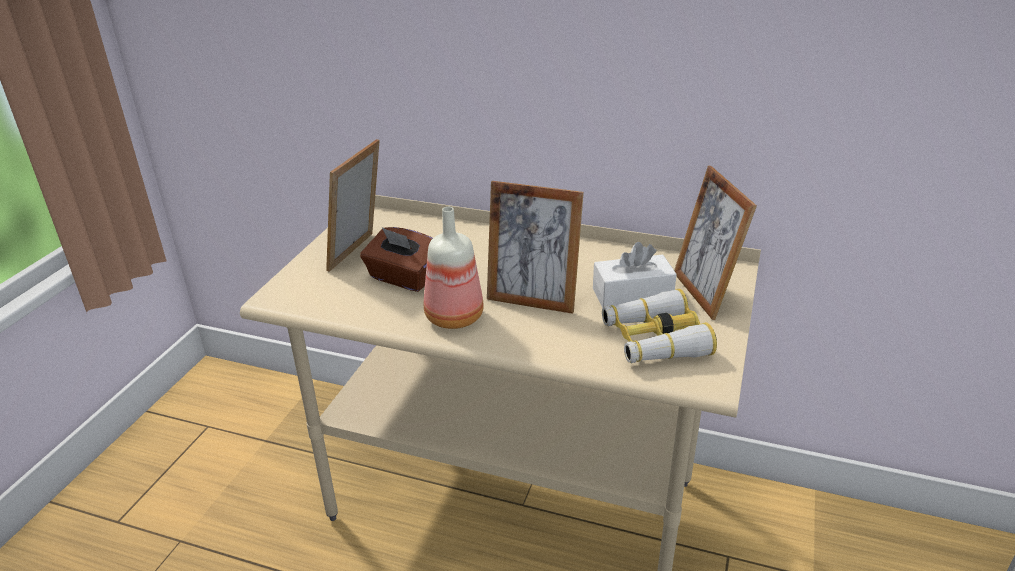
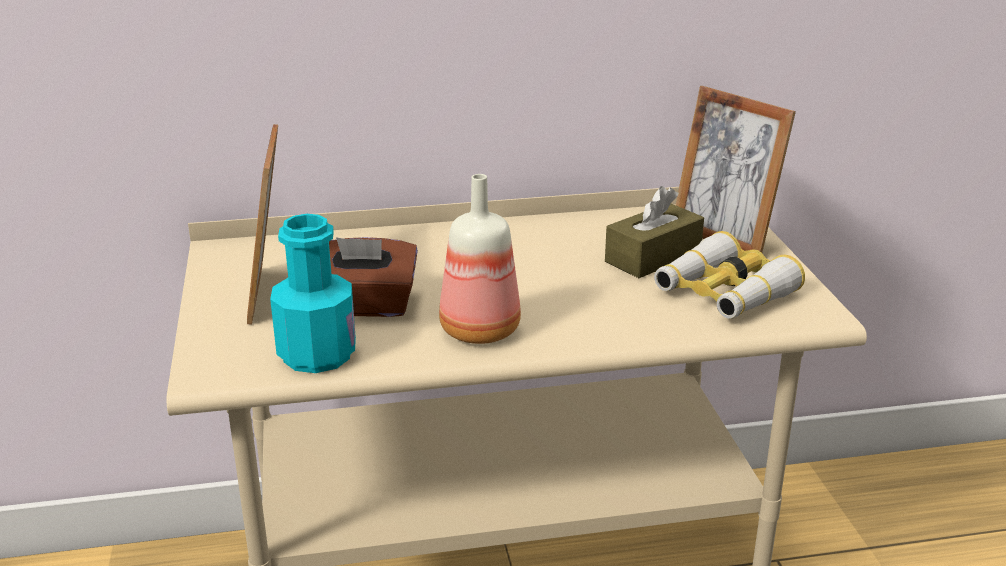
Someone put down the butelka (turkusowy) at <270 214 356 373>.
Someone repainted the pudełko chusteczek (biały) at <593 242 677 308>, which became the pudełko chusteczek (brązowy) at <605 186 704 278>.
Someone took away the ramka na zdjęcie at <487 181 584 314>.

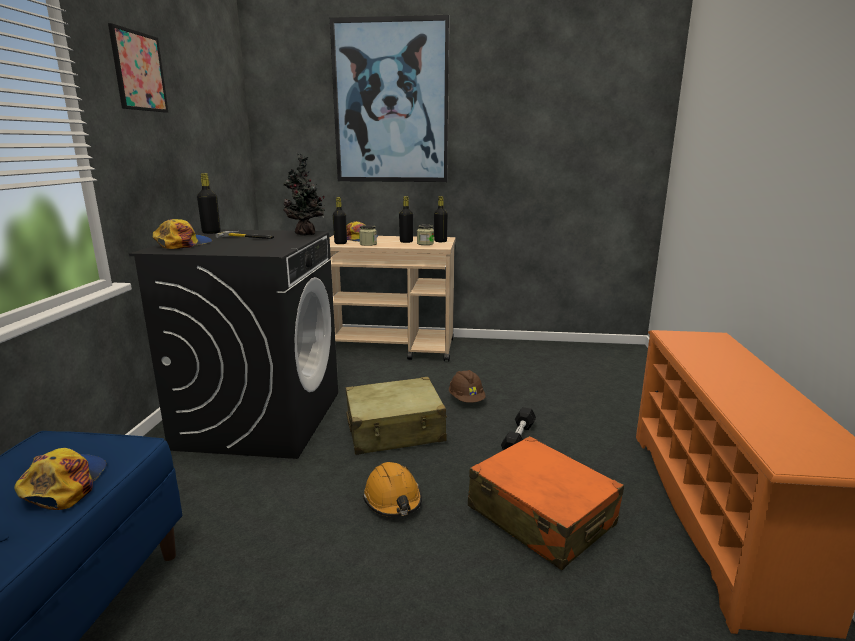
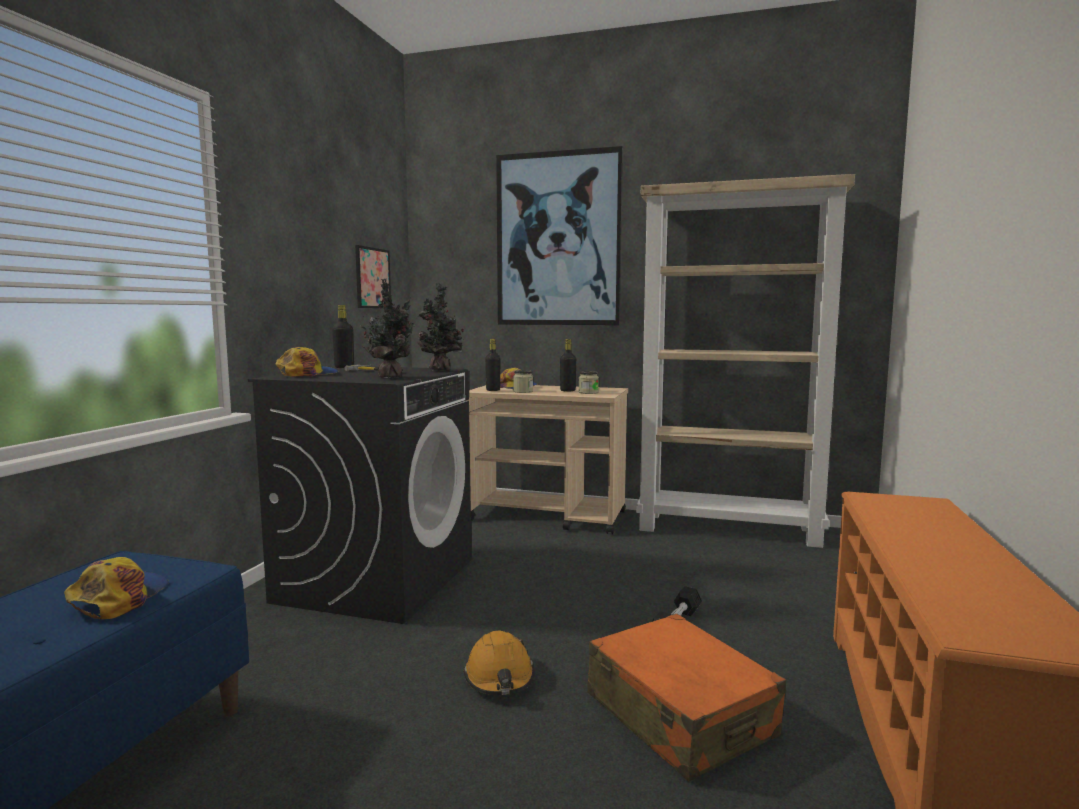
Someone carried the obraz from <108 23 169 113> to <355 245 391 308>.
Someone put down the roślina doniczkowa at <360 279 415 378>.
Someone put down the regał (beżowy) at <636 174 855 548>.
Someone took away the walizka (beżowy) at <346 377 447 455>.
Someone took away the butelka (czarny) at <434 196 448 242>.
Someone took away the kask (brązowy) at <449 370 486 403>.

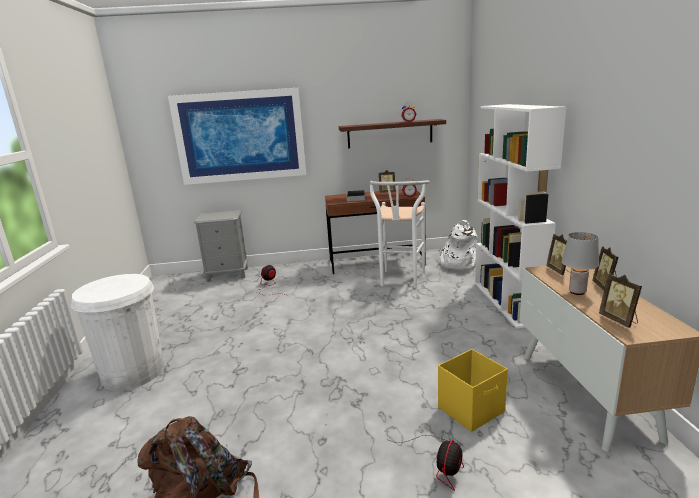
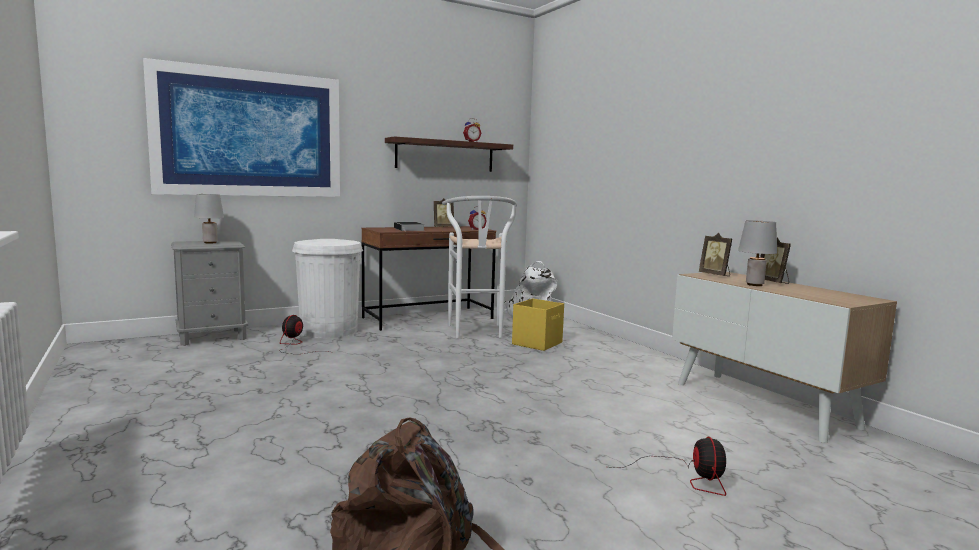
Someone put down the lampa stołowa (szary) at <194 194 224 243>.
Someone carried the kosz na śmieci (biały) from <71 274 164 391> to <292 239 363 338>.
Someone carried the pojemnik do przechowywania (żółty) from <438 349 508 432> to <512 299 564 351>.
Someone took away the regał (biały) at <475 104 566 329>.
Someone took away the ramka na zdjęcie at <599 274 642 328>.

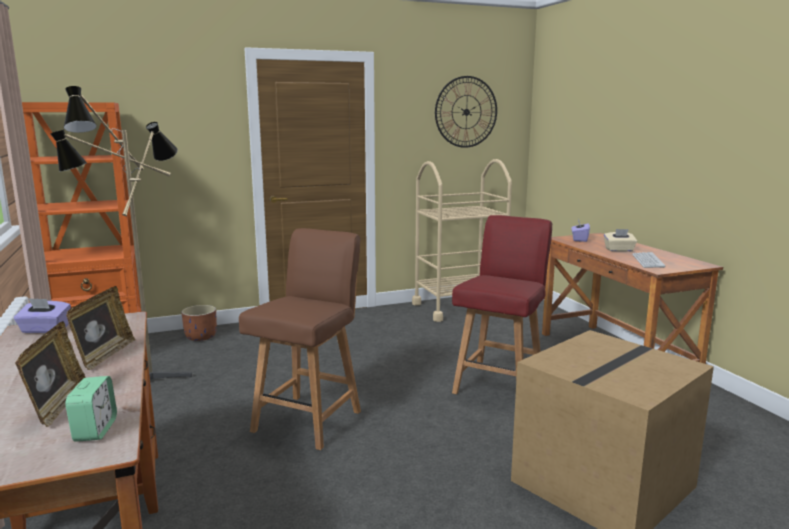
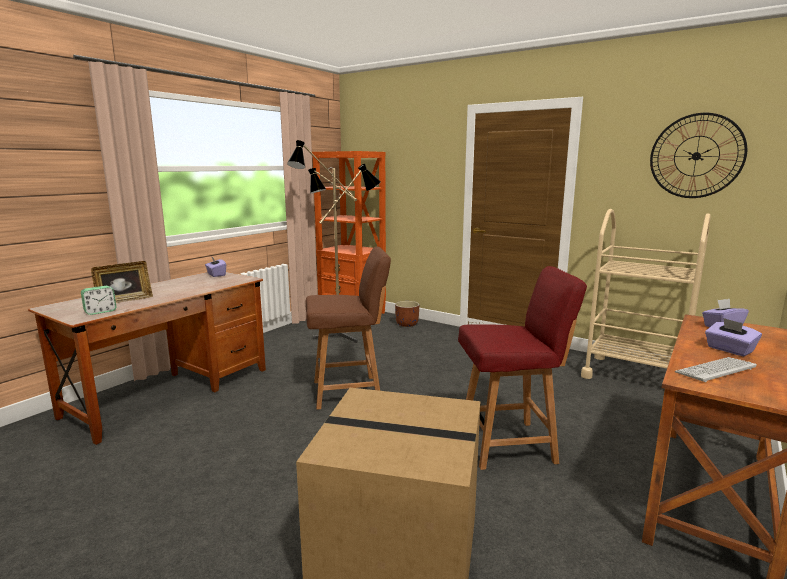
Someone repainted the pudełko chusteczek (beżowy) at <604 229 637 252>, which became the pudełko chusteczek (fioletowy) at <705 318 762 356>.
Someone took away the ramka na zdjęcie at <66 286 135 370>.

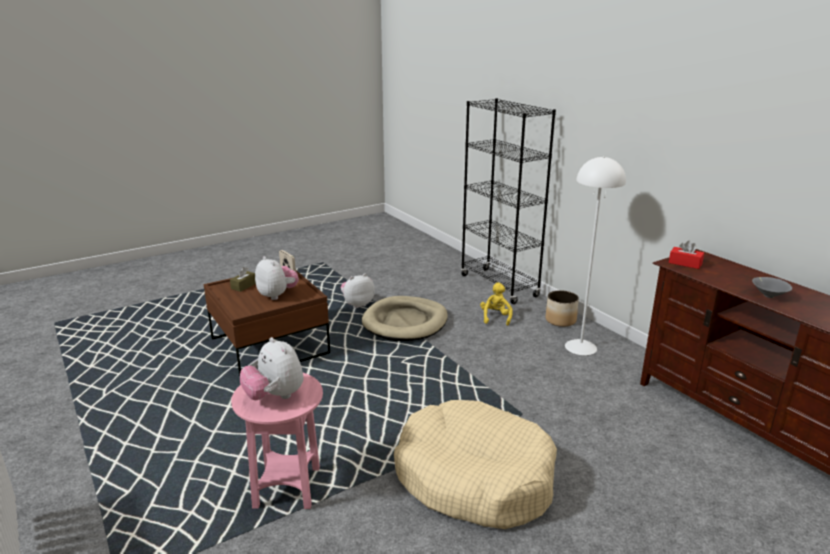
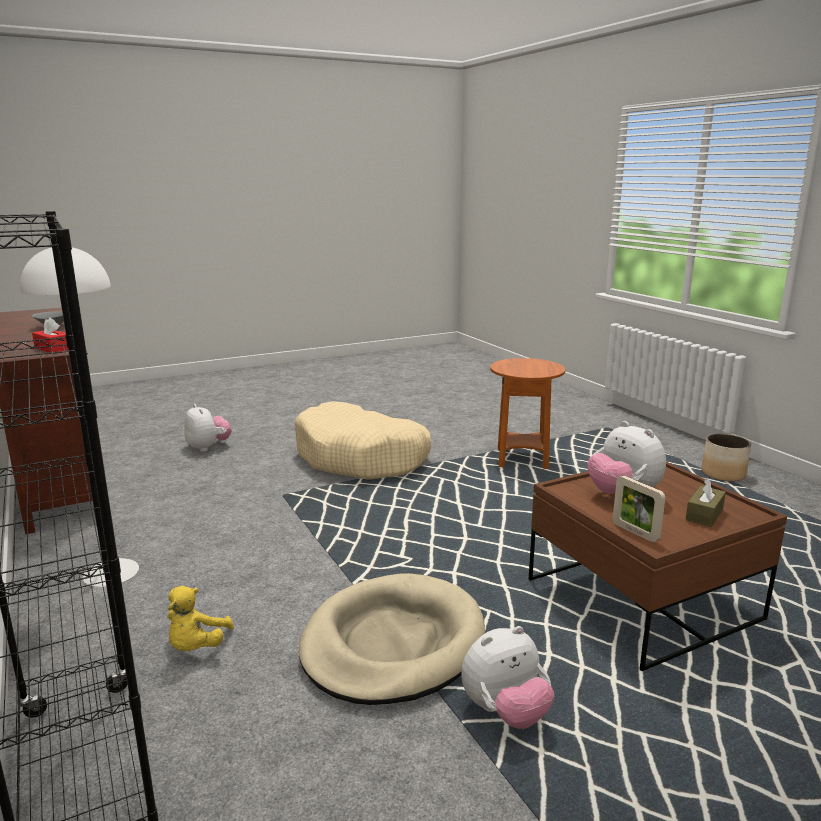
Someone carried the pluszak from <240 337 304 400> to <184 404 232 452>.
Someone repainted the stolik (różowy) at <231 373 323 509>, which became the stolik (brązowy) at <490 358 565 469>.
Someone carried the donica from <546 290 579 327> to <702 434 751 482>.

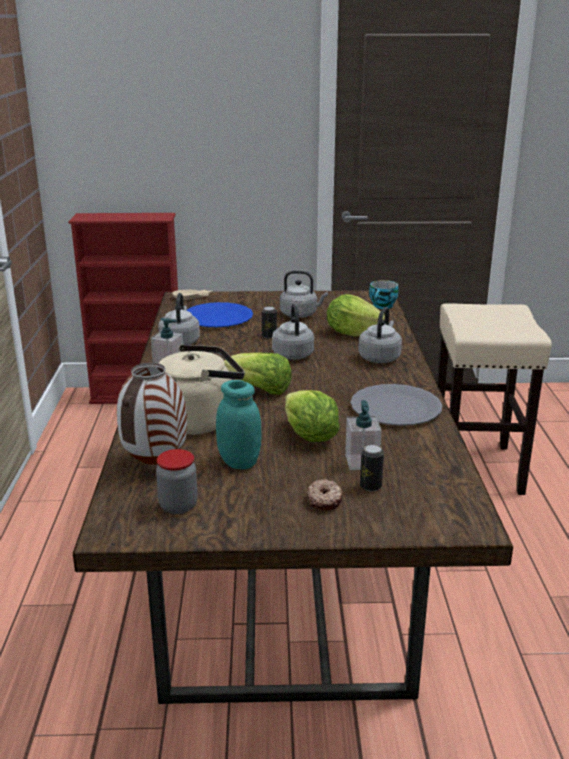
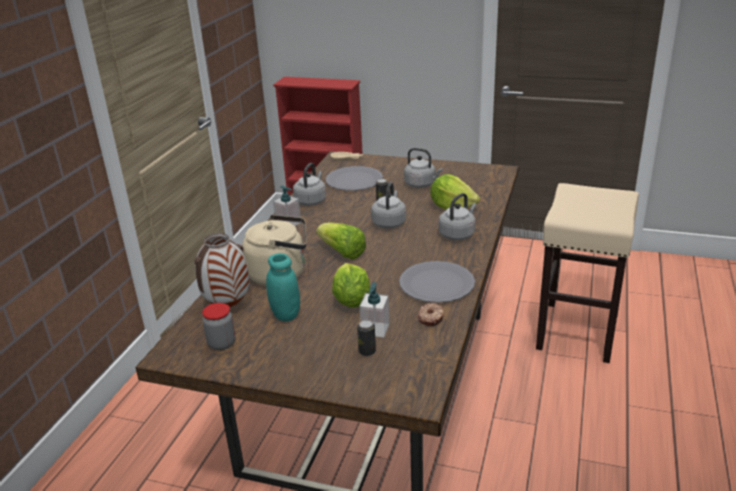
Someone repainted the talerz (niebieski) at <187 302 253 327>, which became the talerz (szary) at <326 166 383 191>.
Someone carried the donut from <307 479 342 511> to <418 303 444 326>.
Someone took away the filiżanka at <369 280 398 309>.

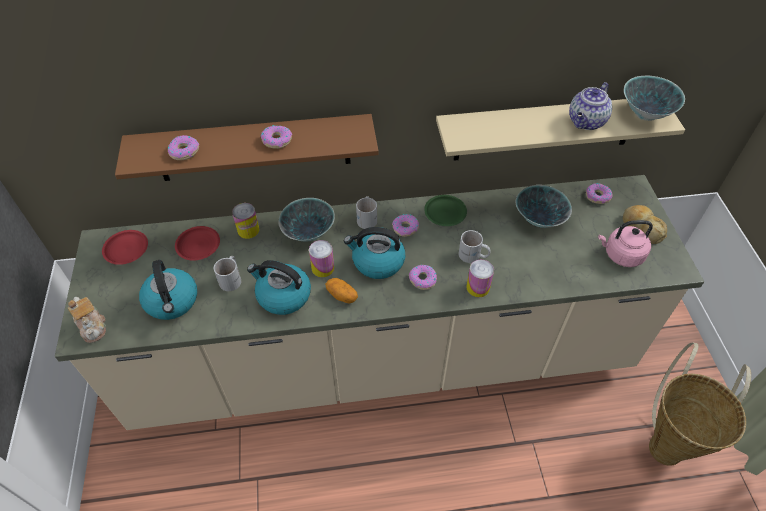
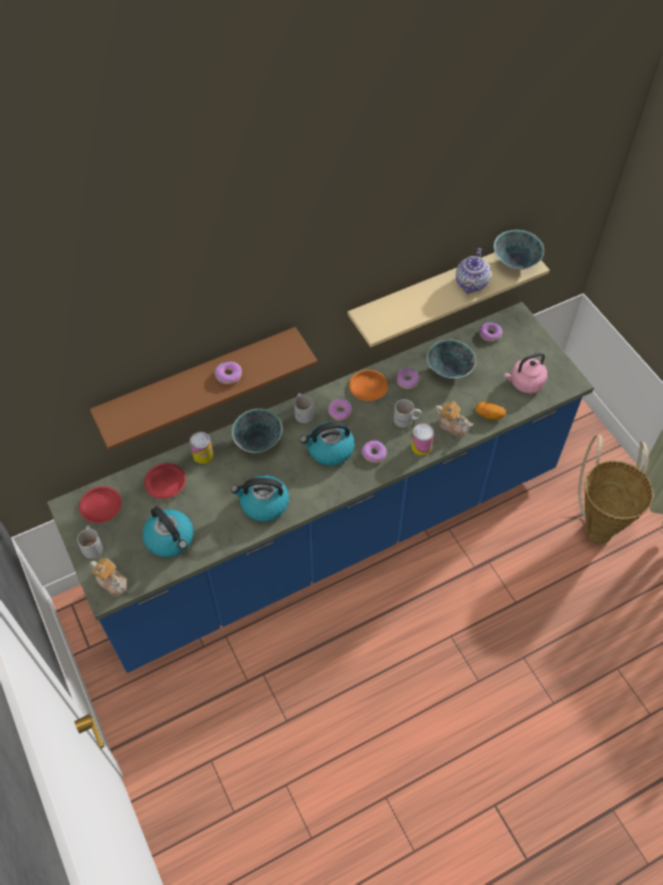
Someone repainted the zabudowa kuchenna (beżowy) at <55 175 704 430>, which became the zabudowa kuchenna (niebieski) at <47 302 594 673>.
Someone carried the kubek (biały) from <214 256 241 291> to <77 525 103 559>.
Someone repainted the talerz (zielony) at <424 195 467 226>, which became the talerz (pomarańczowy) at <349 370 388 401>.
Someone carried the donut from <168 135 199 160> to <397 368 419 389>.
Someone put down the imbryk at <435 401 473 437>.
Someone carried the ziemniak from <325 278 358 303> to <476 402 506 420>.
Someone took away the puszka at <309 240 334 277>.
Someone took away the chleb at <623 205 667 244>.

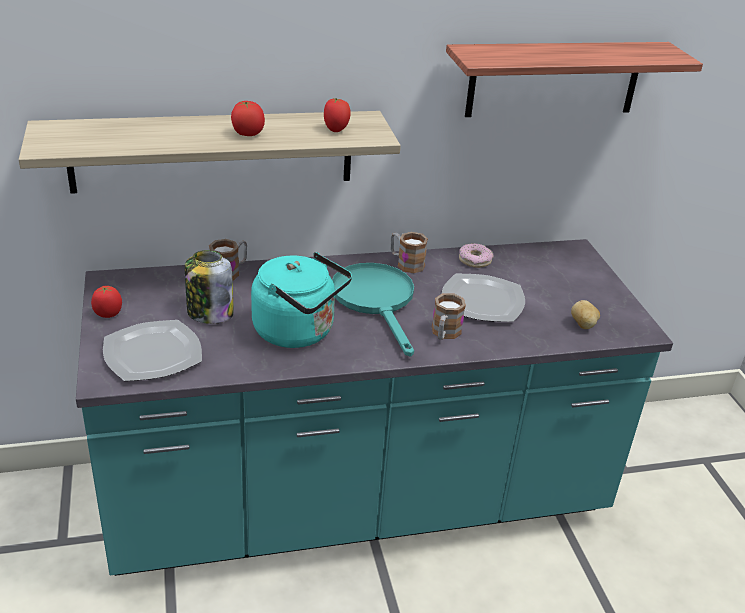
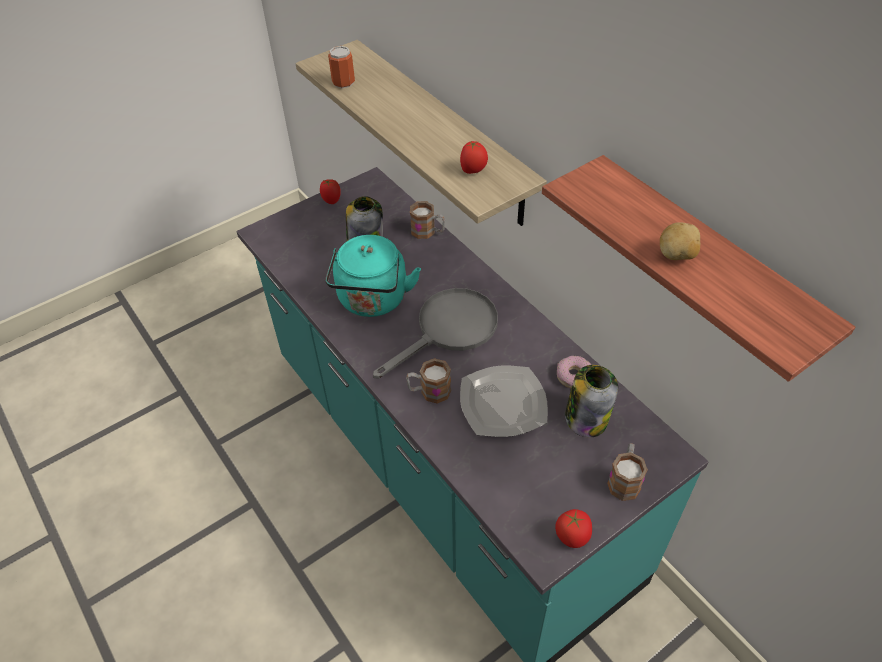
Someone put down the puszka at <328 46 355 88>.
Someone repainted the patelnia (turkusowy) at <332 263 414 357>, which became the patelnia (szary) at <373 288 498 379>.
Someone carried the pomidor from <231 101 265 136> to <555 509 592 548>.
Someone put down the słoik at <565 365 618 438>.
Someone carried the kubek from <391 232 428 273> to <607 443 648 501>.
Someone carried the ziemniak from <571 300 600 329> to <660 222 700 260>.
Someone took away the talerz at <103 320 202 381>.

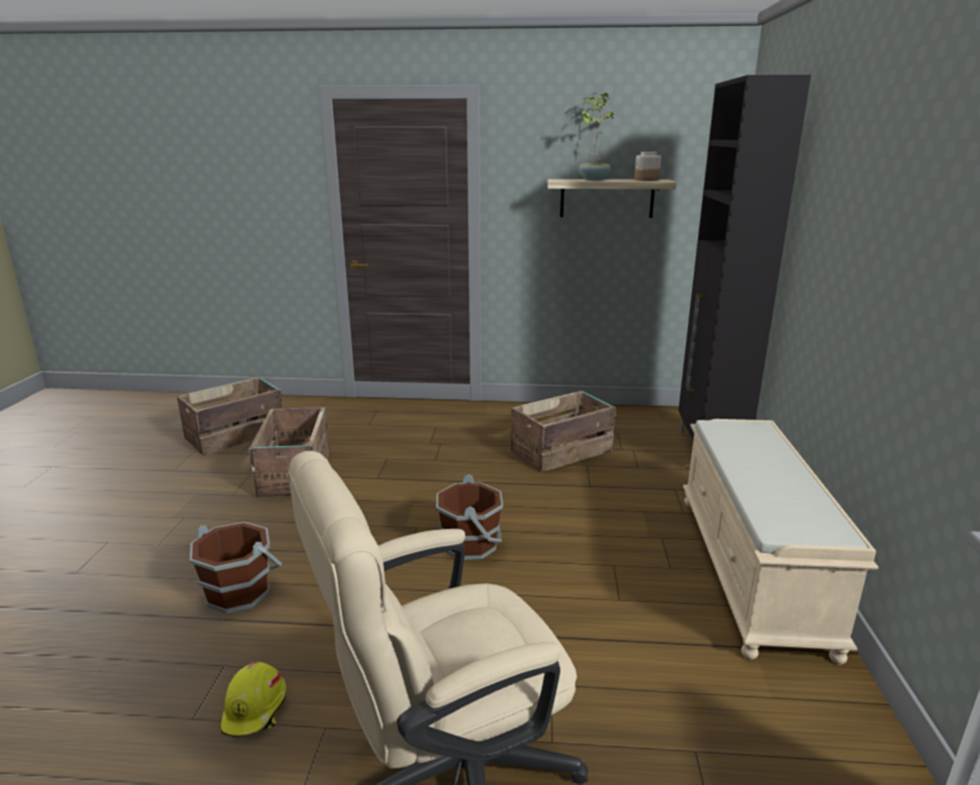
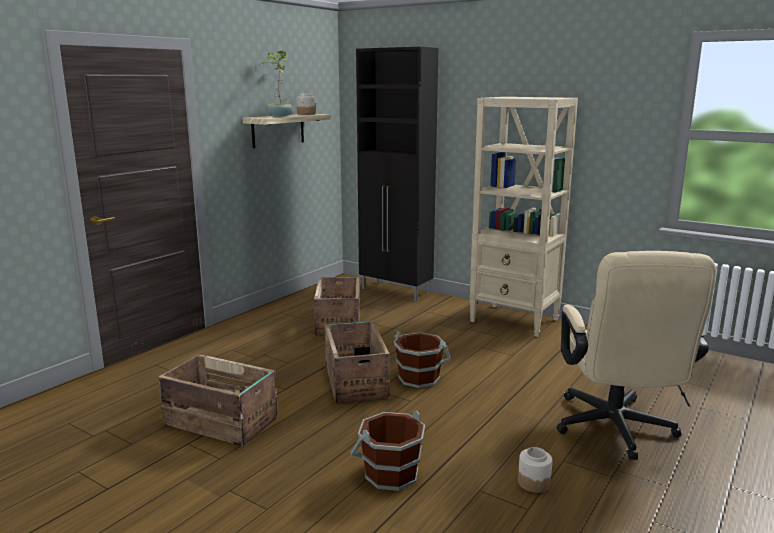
Someone carried the skrzynka from <177 377 283 455> to <325 321 390 404>.
Someone swapped the ławka (beżowy) at <683 419 878 665> for the regał (beżowy) at <469 97 578 337>.
Someone swapped the kask (żółty) at <221 662 286 738> for the słoik at <518 447 552 493>.

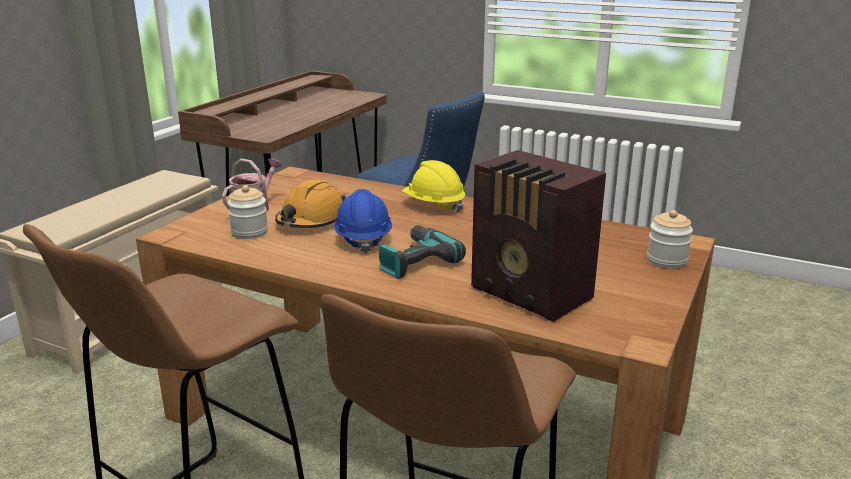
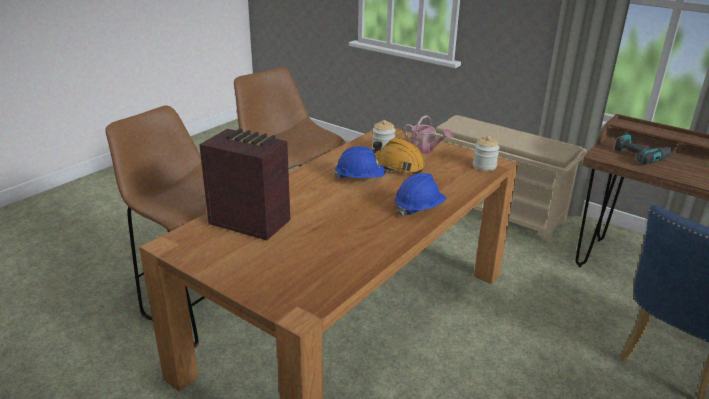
Someone rotated the radio at <471 150 606 322> by 60 degrees clockwise.
Someone repainted the kask (żółty) at <402 160 465 213>, which became the kask (niebieski) at <395 173 446 217>.
Someone carried the słoik from <647 210 693 269> to <473 136 500 171>.
Someone carried the wiertarka from <379 225 466 279> to <615 134 674 165>.

